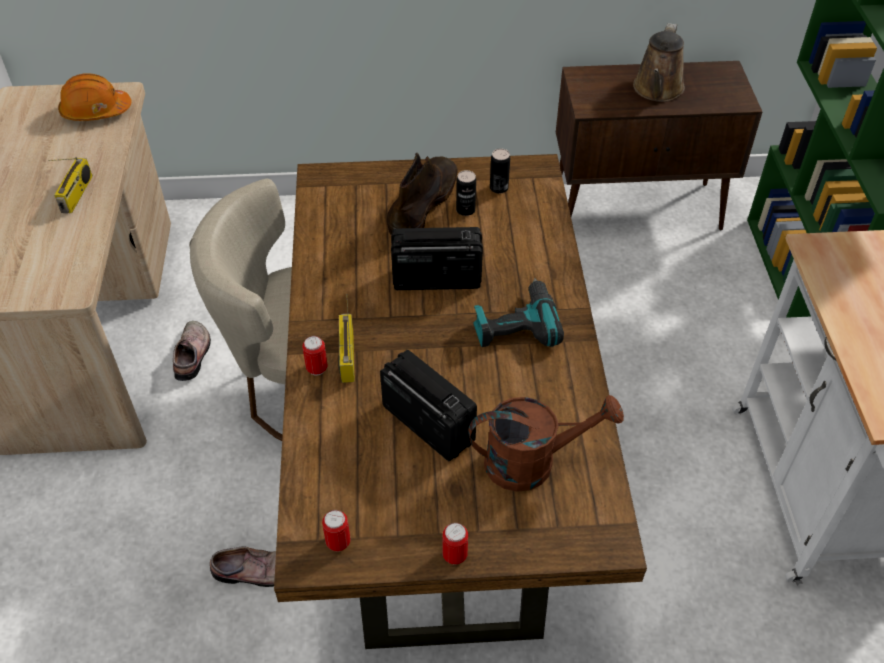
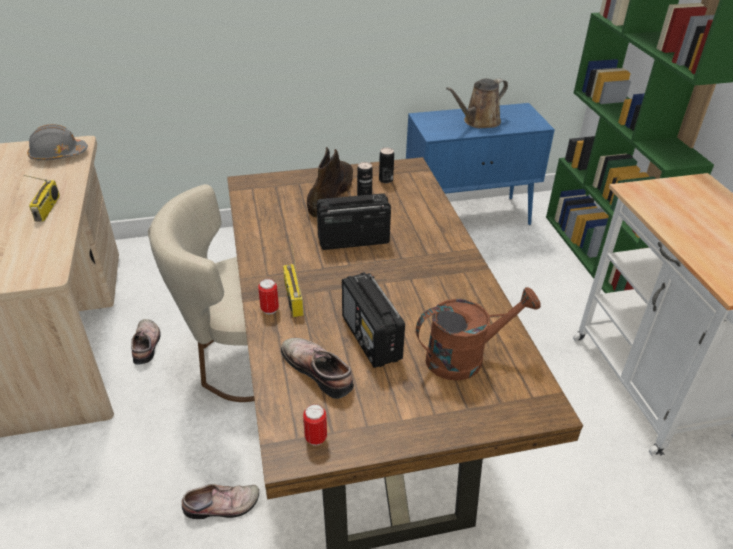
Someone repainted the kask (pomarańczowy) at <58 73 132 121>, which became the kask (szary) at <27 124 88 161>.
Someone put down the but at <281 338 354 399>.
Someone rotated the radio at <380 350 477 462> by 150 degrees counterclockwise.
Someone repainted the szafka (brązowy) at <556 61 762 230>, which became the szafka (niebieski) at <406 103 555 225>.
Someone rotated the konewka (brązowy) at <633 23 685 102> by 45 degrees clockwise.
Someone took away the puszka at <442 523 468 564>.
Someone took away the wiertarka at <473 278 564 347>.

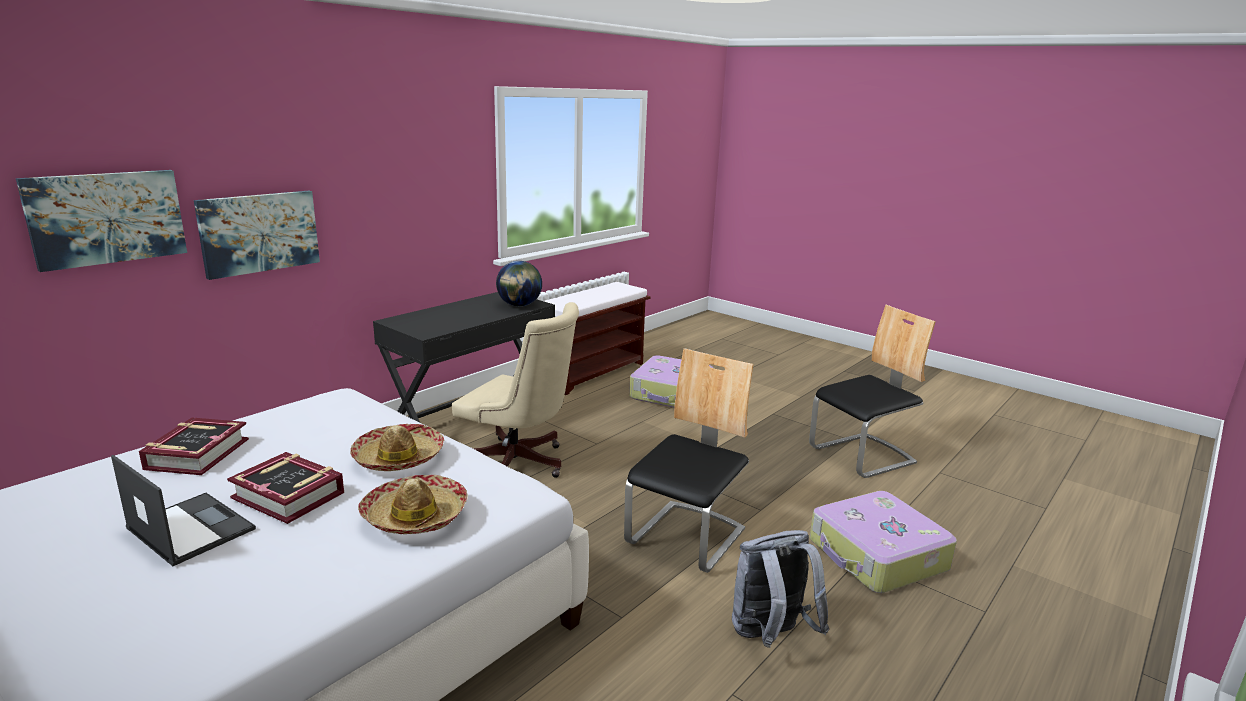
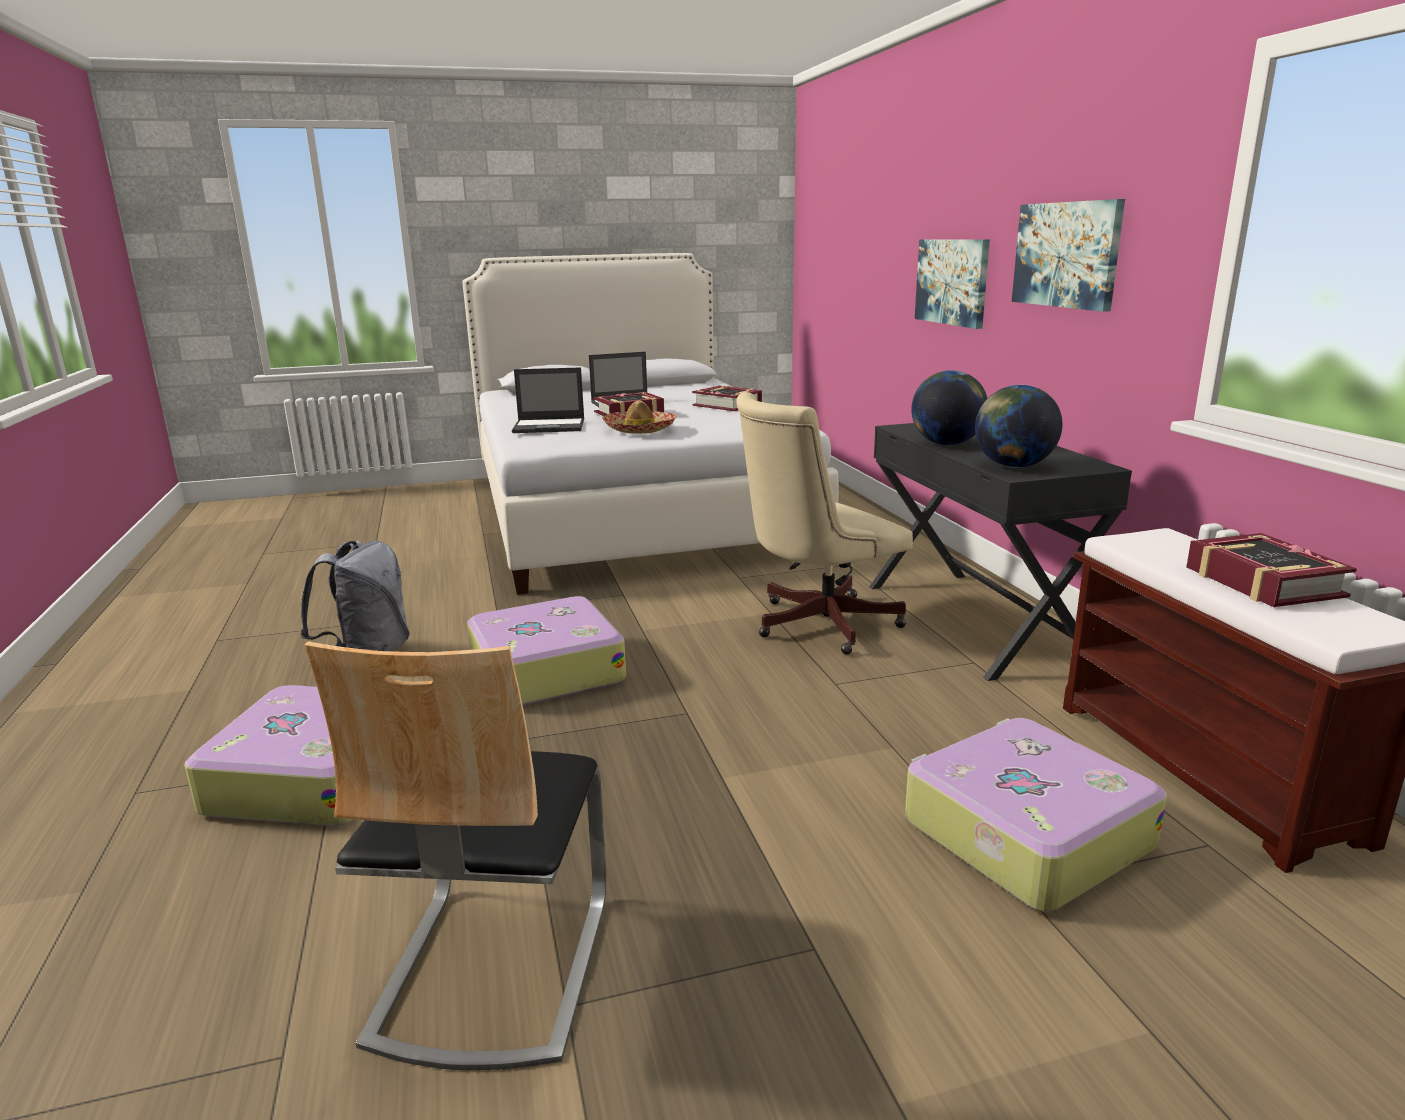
Someone swapped the krzesło at <624 348 754 573> for the walizka at <467 596 626 706>.
Someone swapped the kapelusz at <358 475 468 534> for the laptop at <512 367 584 433>.
Someone put down the globus at <911 370 987 445>.
Someone carried the obraz from <16 170 187 272> to <1012 199 1125 312>.
Someone put down the książka at <1186 533 1357 607>.

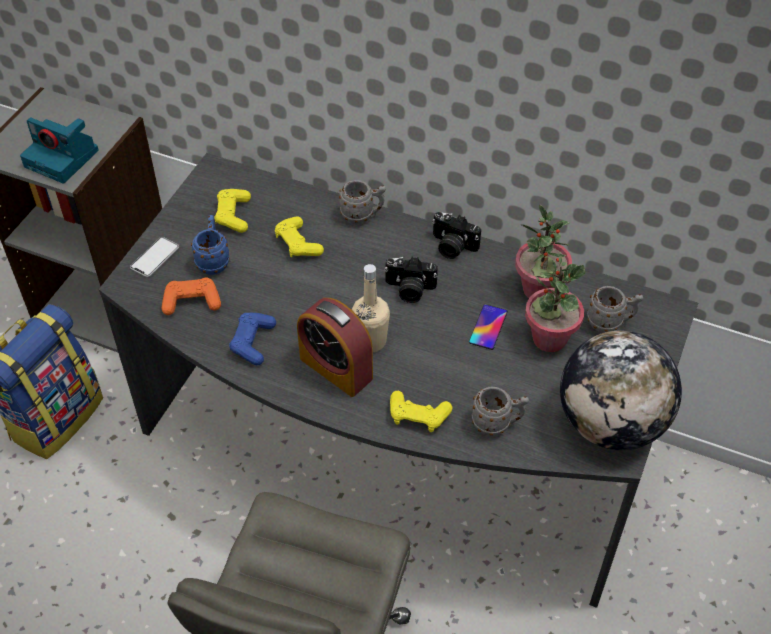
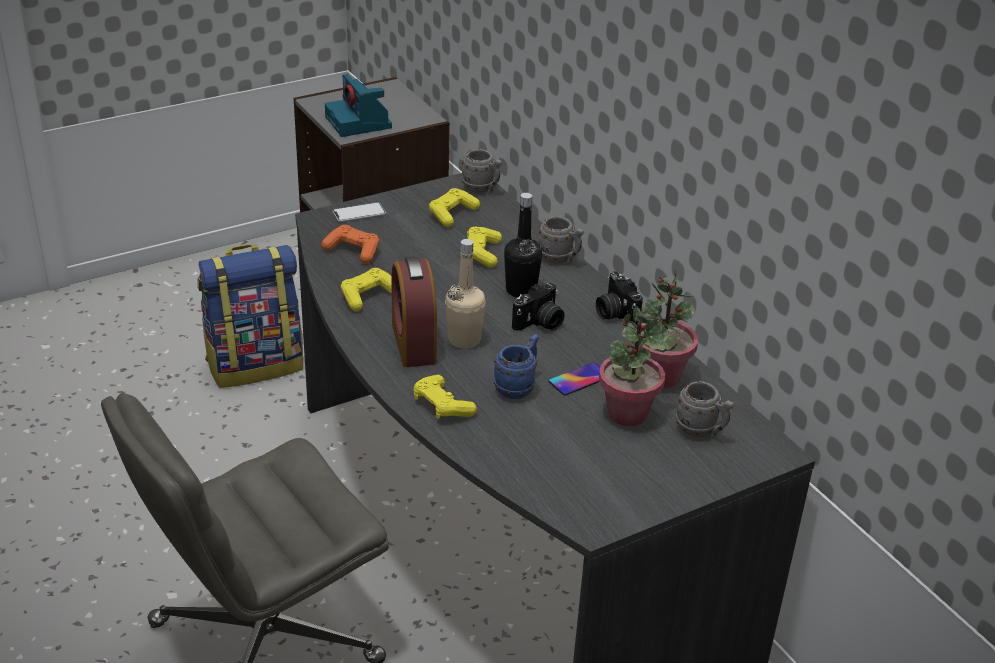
Someone repainted the pad do gier (niebieski) at <229 313 276 365>, which became the pad do gier (żółty) at <341 268 392 311>.
Someone carried the kubek (szary) from <472 386 529 436> to <462 149 502 194>.
Someone carried the kubek (niebieski) from <191 215 230 275> to <494 334 539 399>.
Someone put down the butelka (czarny) at <504 193 542 298>.
Someone rotated the aparat fotograficzny at <384 257 438 303> by 90 degrees counterclockwise.
Someone took away the globus at <560 331 682 450>.

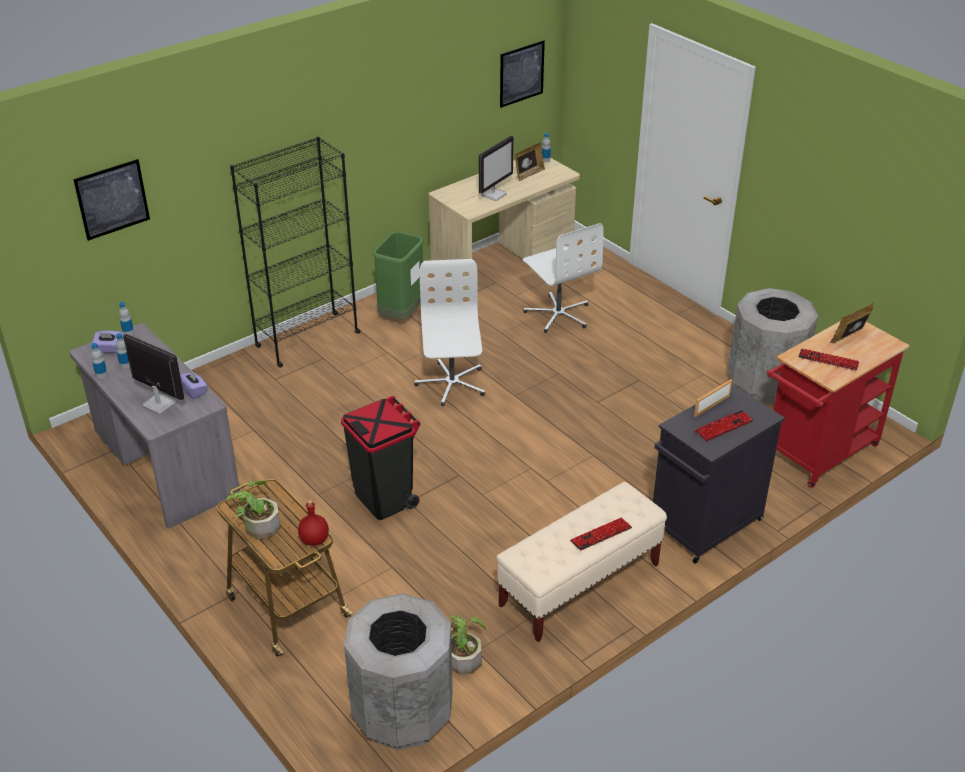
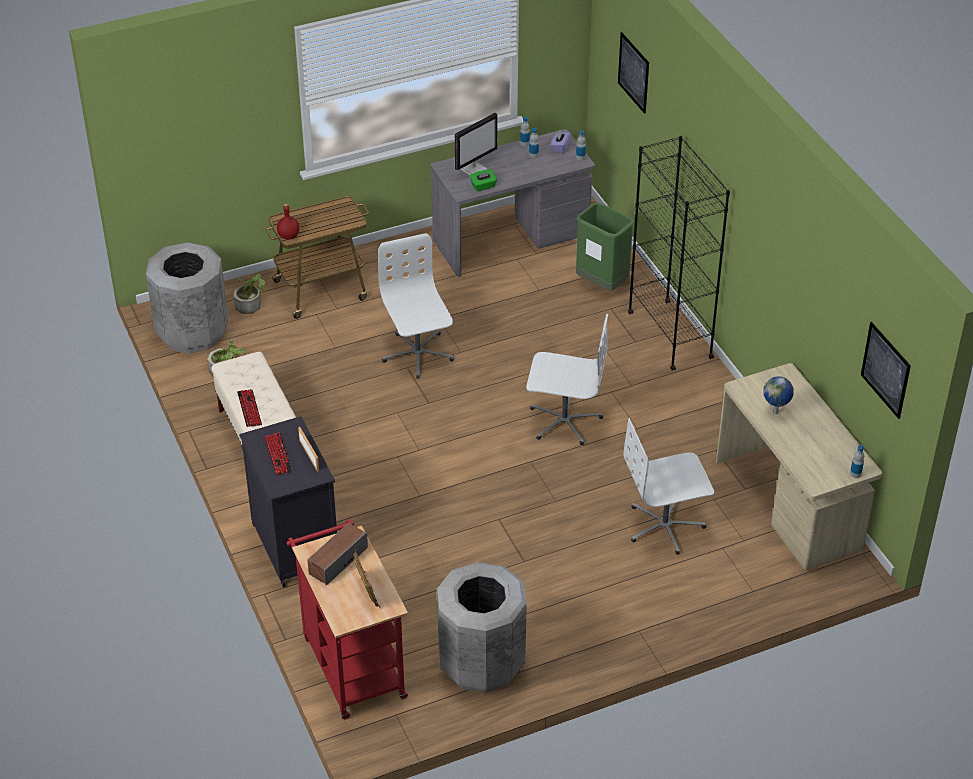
Someone carried the roślina doniczkowa from <227 480 281 539> to <234 274 265 314>.
Someone swapped the klawiatura at <798 348 859 370> for the głośnik at <307 523 368 585>.
Someone swapped the kosz na śmieci (czarny) at <341 396 420 520> for the krzesło biurowe (biały) at <378 233 454 378>.
Someone repainted the pudełko chusteczek (fioletowy) at <180 369 207 399>, which became the pudełko chusteczek (zielony) at <470 169 497 192>.
Someone carried the kosz na śmieci (zielony) from <373 232 424 319> to <576 203 634 291>.
Someone swapped the monitor at <479 135 514 201> for the globus at <763 376 794 414>.
Someone took away the ramka na zdjęcie at <515 143 545 181>.

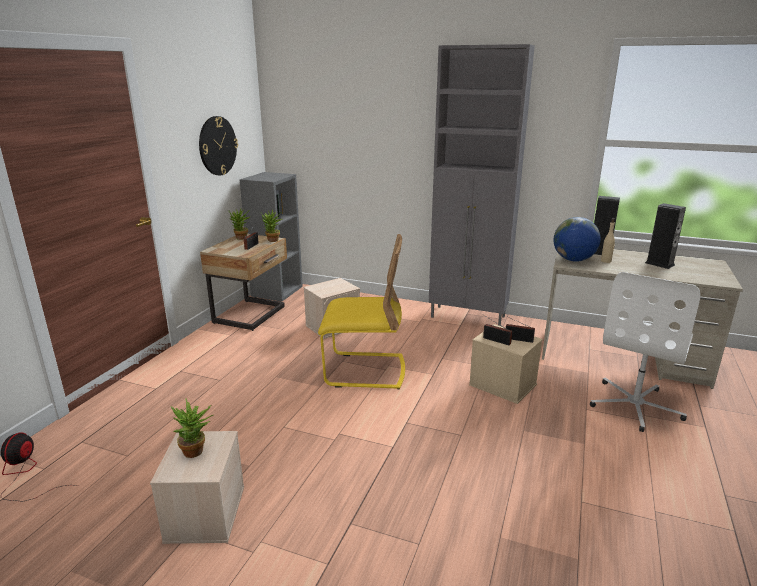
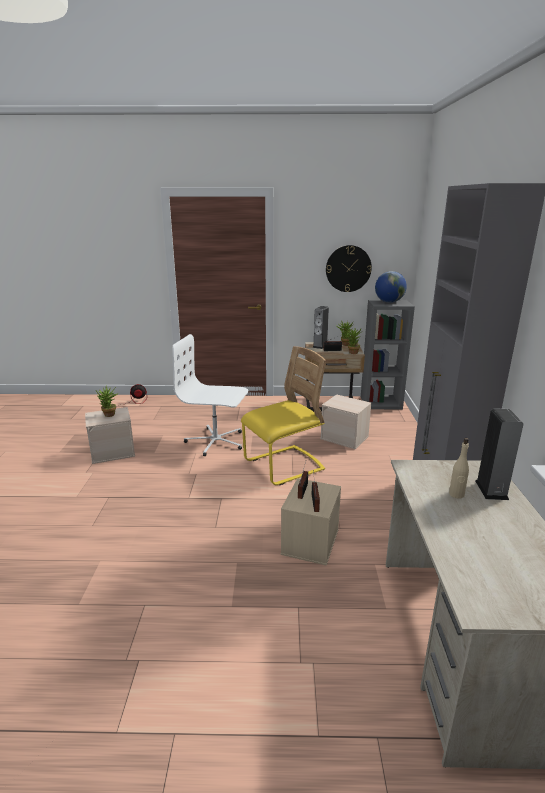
Someone carried the krzesło biurowe (biały) from <590 272 700 432> to <173 334 248 456>.
Someone rotated the krzesło (żółty) at <318 234 405 389> by 105 degrees counterclockwise.
Someone carried the głośnik from <645 203 686 269> to <312 306 329 349>.
Someone carried the globus from <554 217 601 262> to <375 271 407 303>.

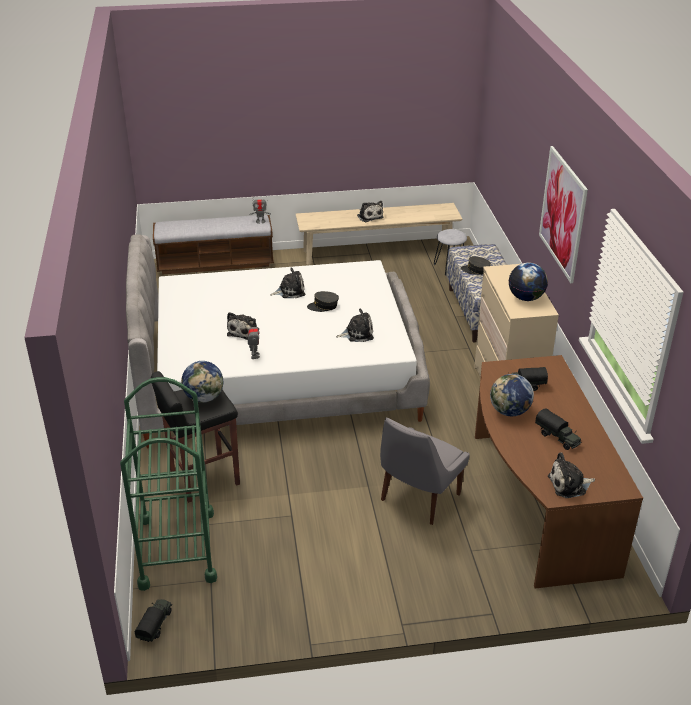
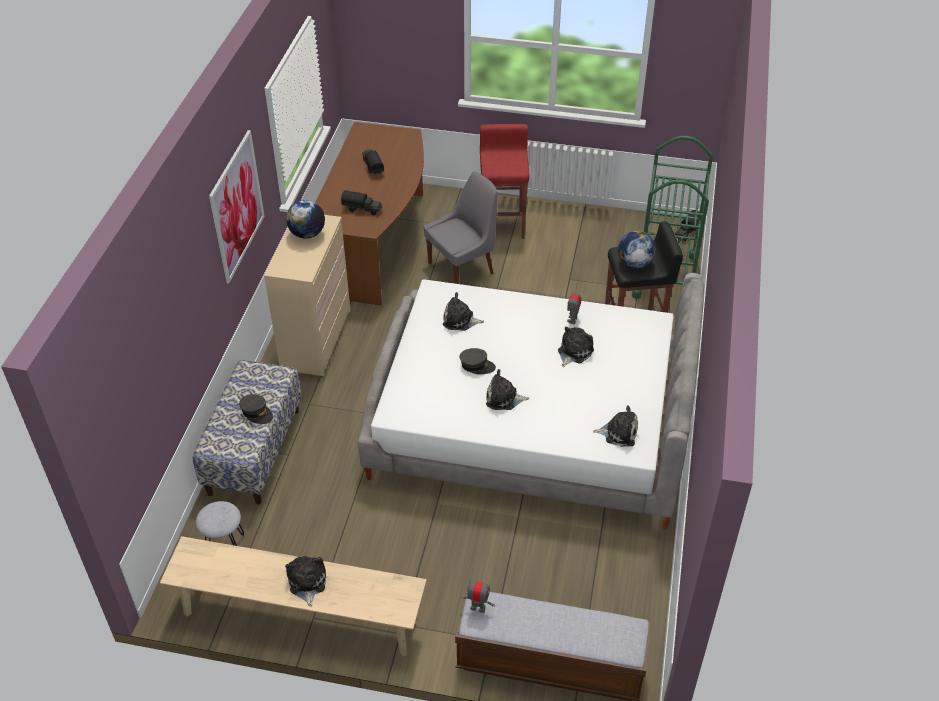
Someone put down the stołek (czerwony) at <480 124 529 239>.
Someone carried the pluszak from <548 452 595 498> to <593 405 638 447>.
Someone took away the globus at <490 374 534 416>.

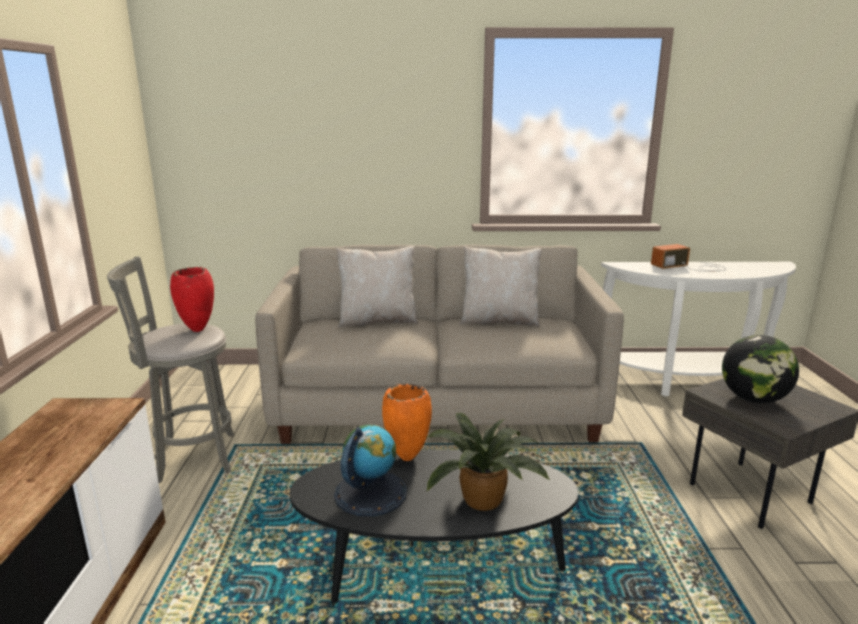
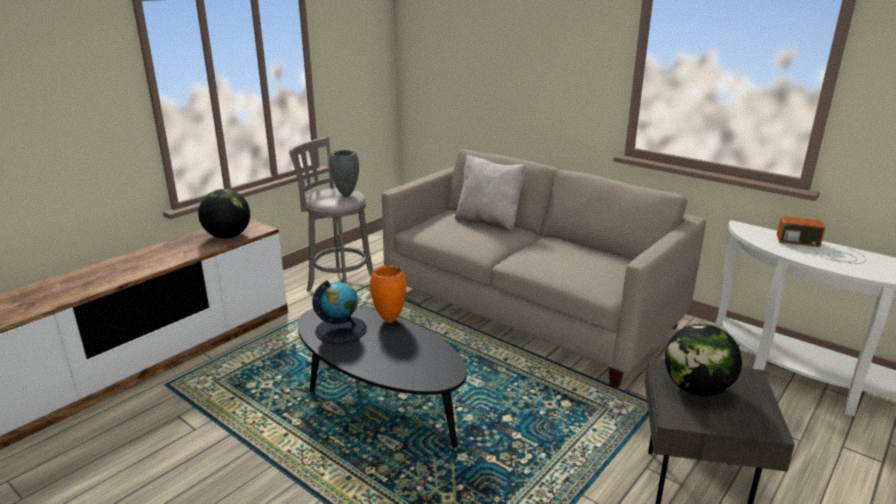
Someone put down the globus at <198 189 250 238>.
Someone repainted the wazon (czerwony) at <170 267 214 332>, which became the wazon (szary) at <330 150 359 197>.
Someone took away the roślina doniczkowa at <427 413 550 511>.
Someone took away the poduszka (beżowy) at <460 246 542 327>.

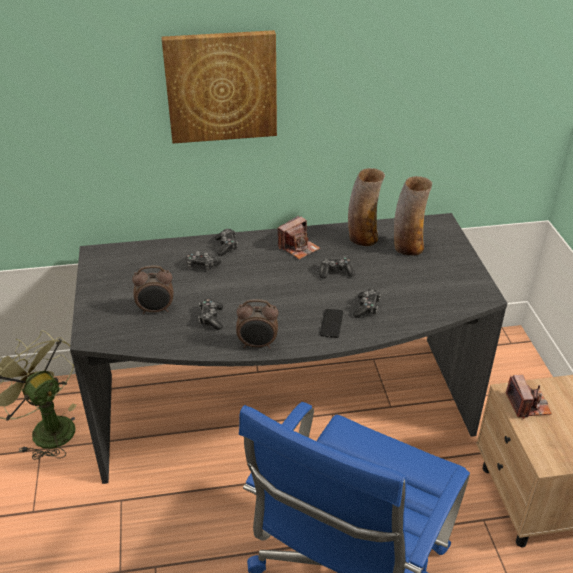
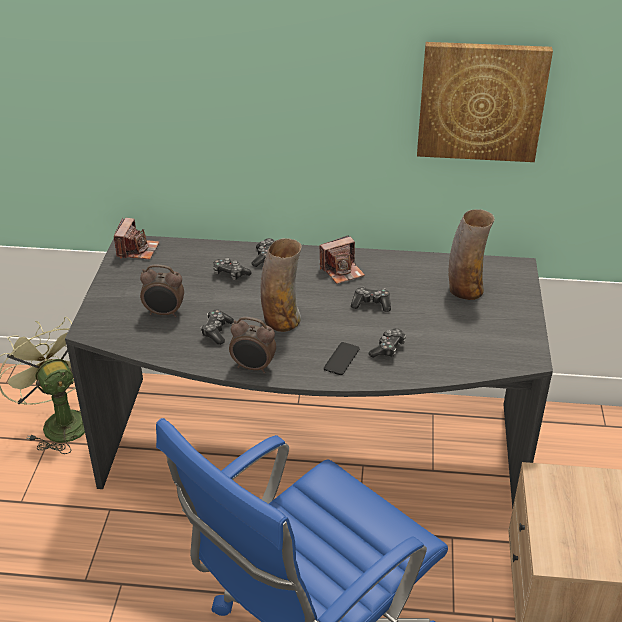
Someone carried the aparat fotograficzny from <506 375 552 419> to <114 218 159 259>.
Someone carried the wazon from <348 168 385 246> to <260 238 302 332>.
Someone carried the obraz from <161 30 277 143> to <417 42 553 162>.

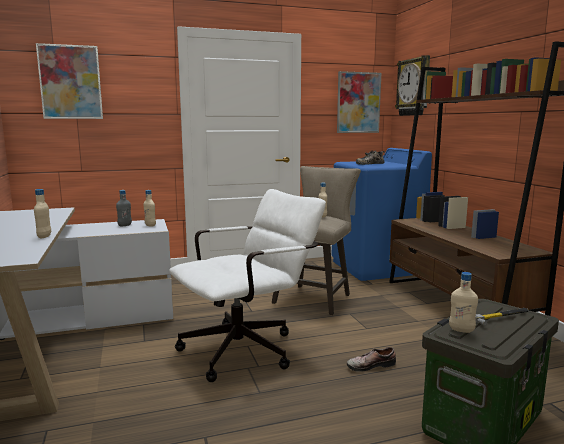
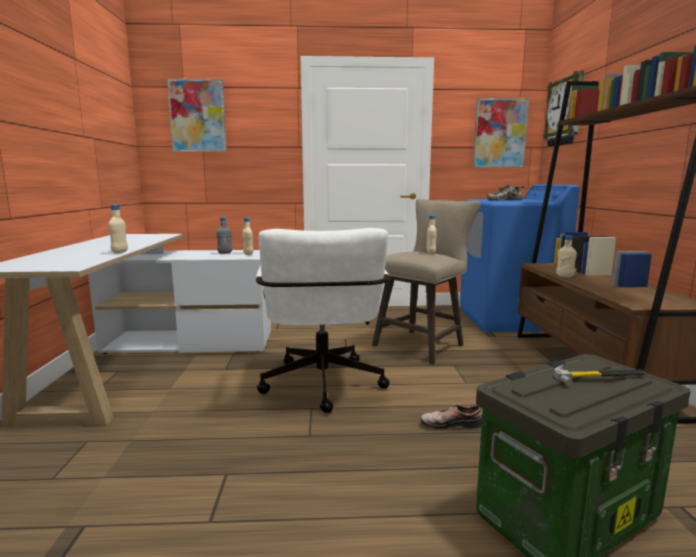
Someone rotated the krzesło biurowe (biały) at <169 189 326 382> by 105 degrees clockwise.
Someone carried the butelka (beżowy) from <449 272 478 333> to <556 235 577 277>.

